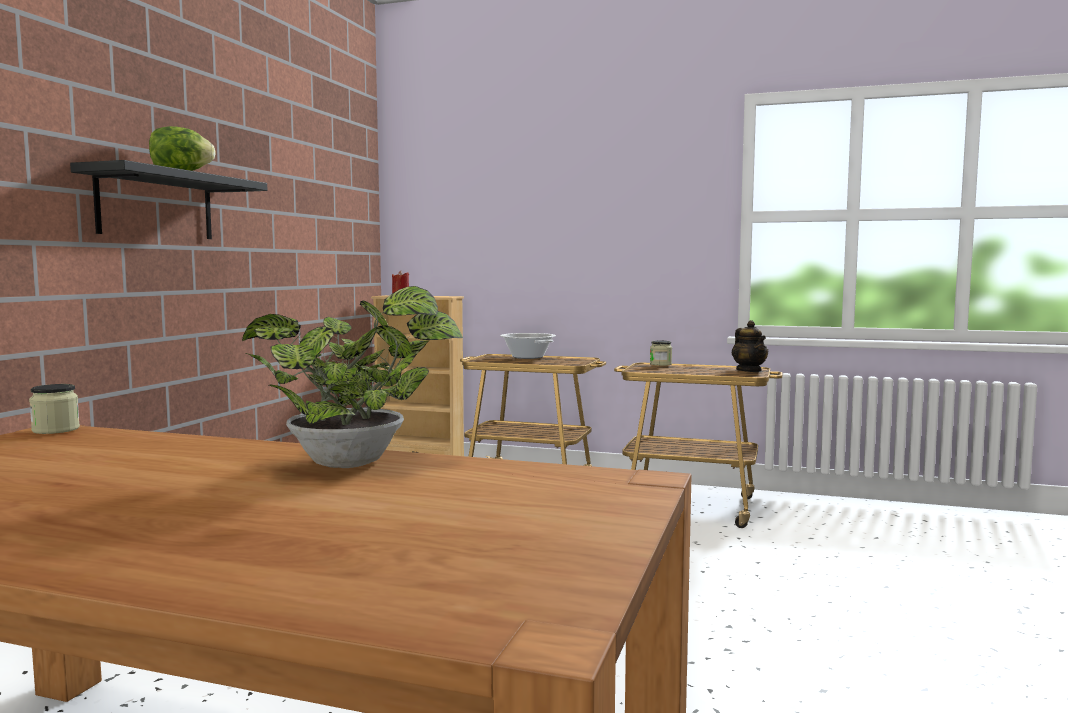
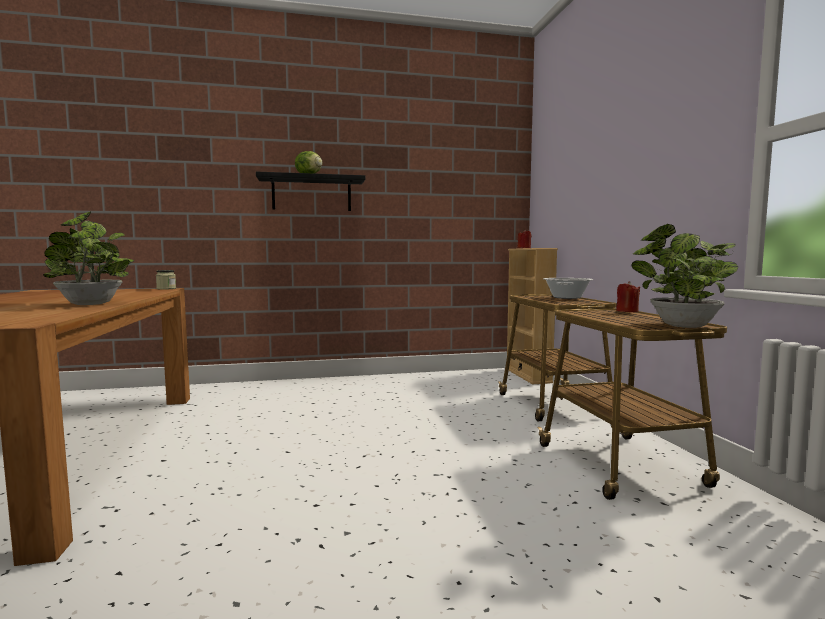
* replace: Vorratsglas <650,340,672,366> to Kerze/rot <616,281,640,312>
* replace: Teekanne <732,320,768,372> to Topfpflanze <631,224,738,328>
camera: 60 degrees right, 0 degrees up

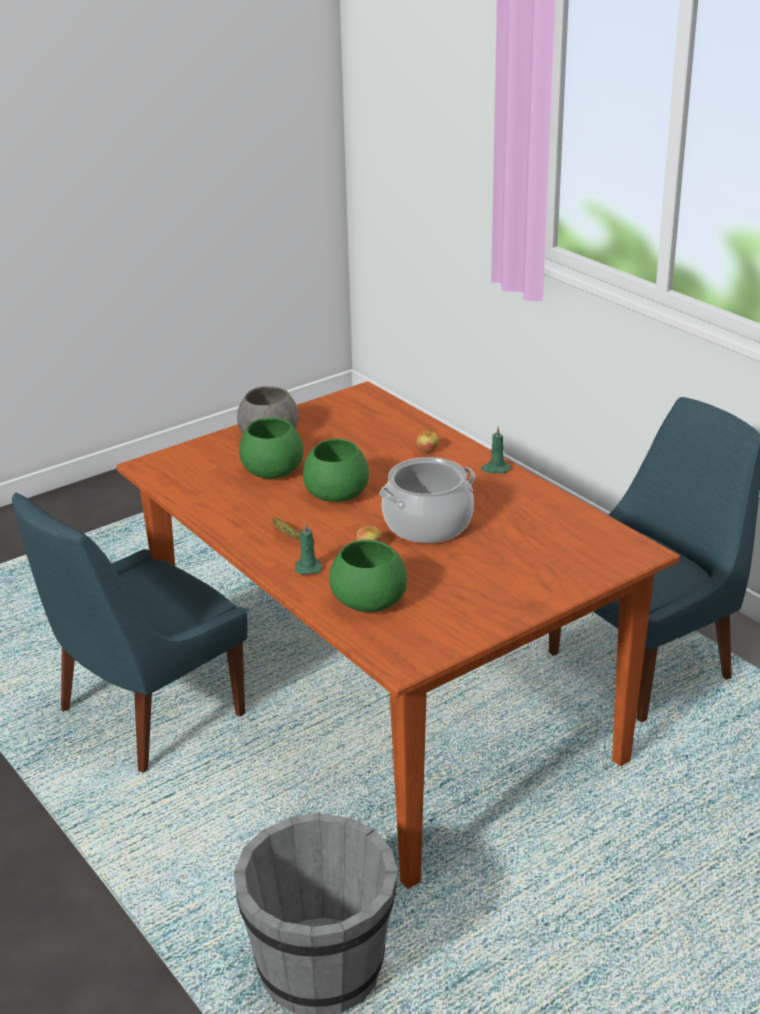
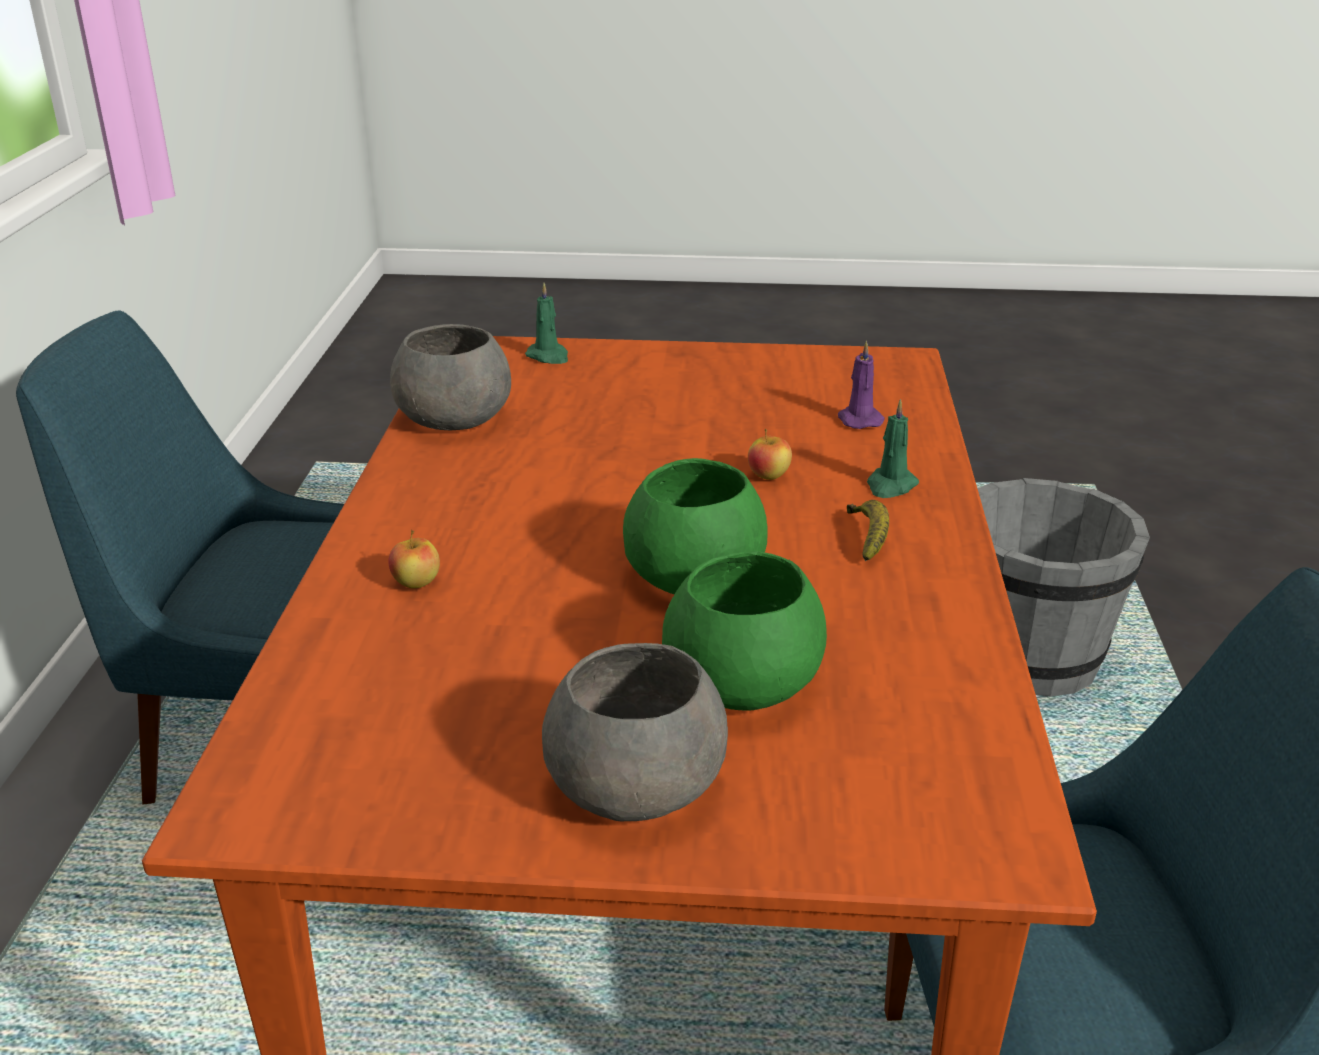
* replace: Schüssel/grün <329,540,407,612> to Kerze/lila <838,340,885,429>
* delete: Kochtopf <379,457,475,543>
* move: Kerze/grün <481,427,511,473> to <525,283,568,364>
* insert: Schüssel/grau <390,324,511,430>
camera: 140 degrees left, 0 degrees up

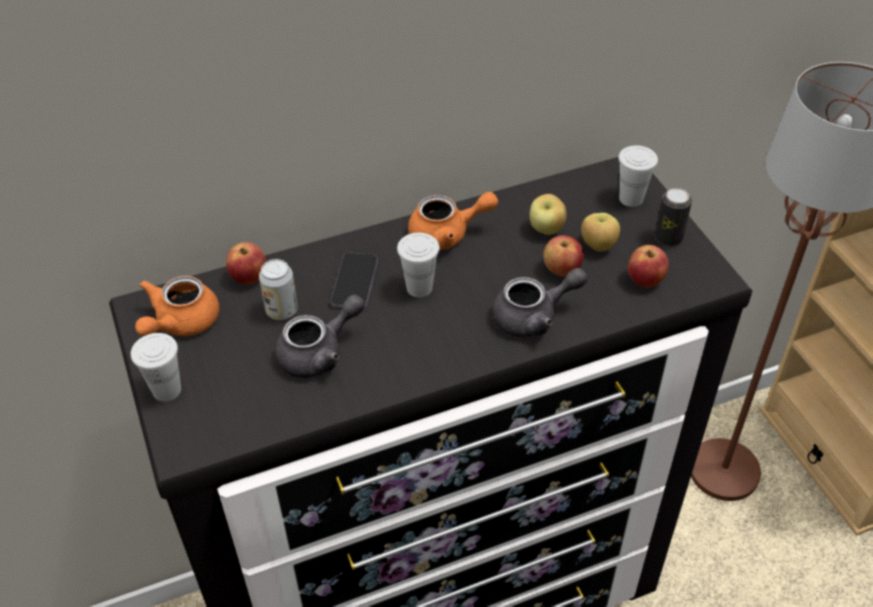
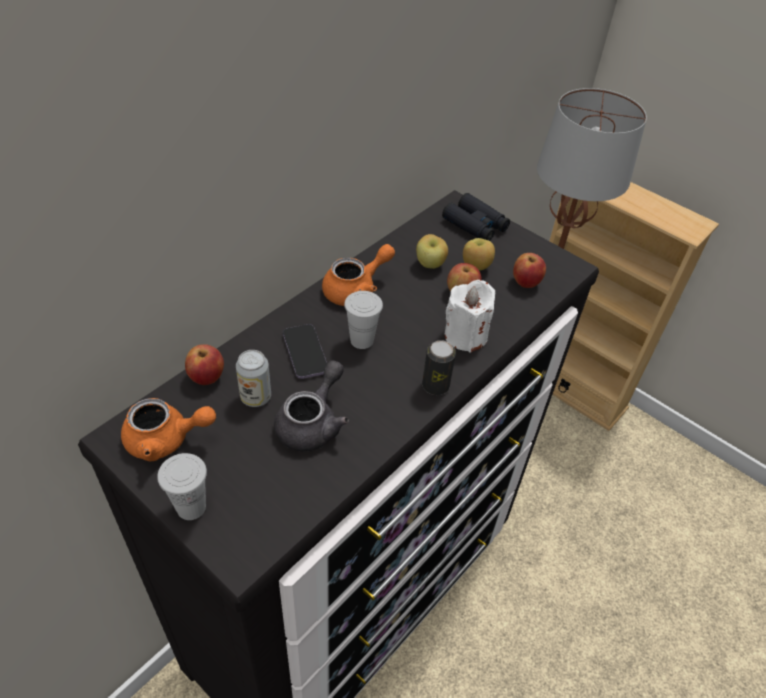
* rotate: Teekanne/orange <135,276,219,336> = <121,398,216,461> 90 degrees counterclockwise
* replace: Teekanne/grau <492,268,588,337> to Kerze/weiß <445,280,495,353>
* replace: Tasse/weiß <618,145,658,207> to Fernglas/schwarz <442,193,510,241>
* move: Dose <655,188,692,246> to <422,340,456,395>
camera: 30 degrees left, 0 degrees up

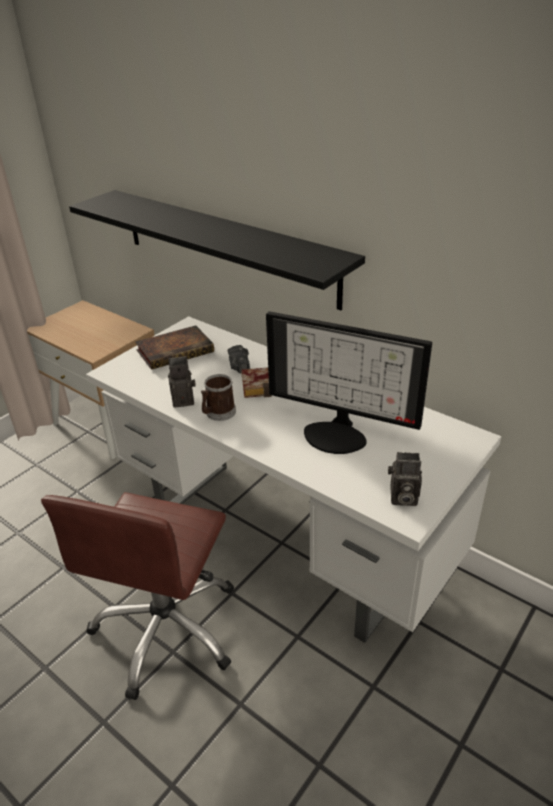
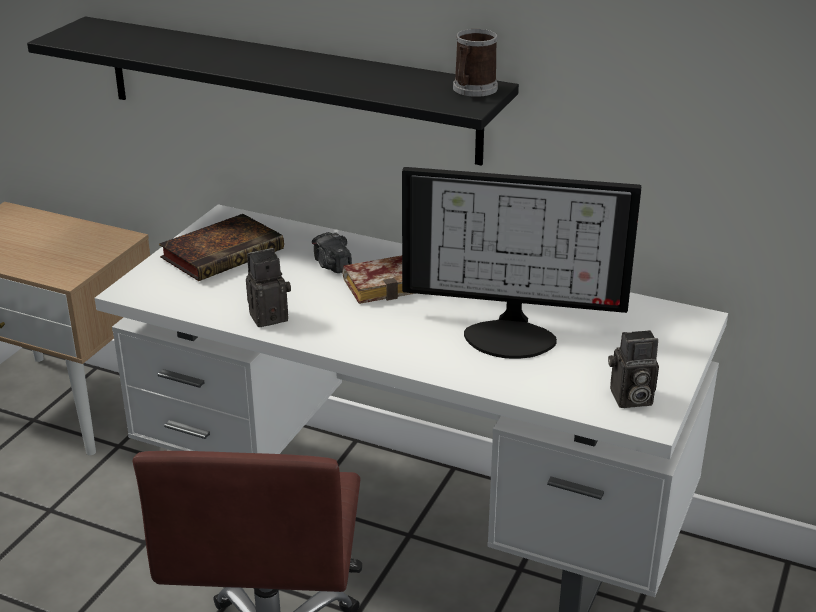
* move: Henkelbecher <201,374,236,421> to <453,29,498,97>
camera: 15 degrees left, 5 degrees down

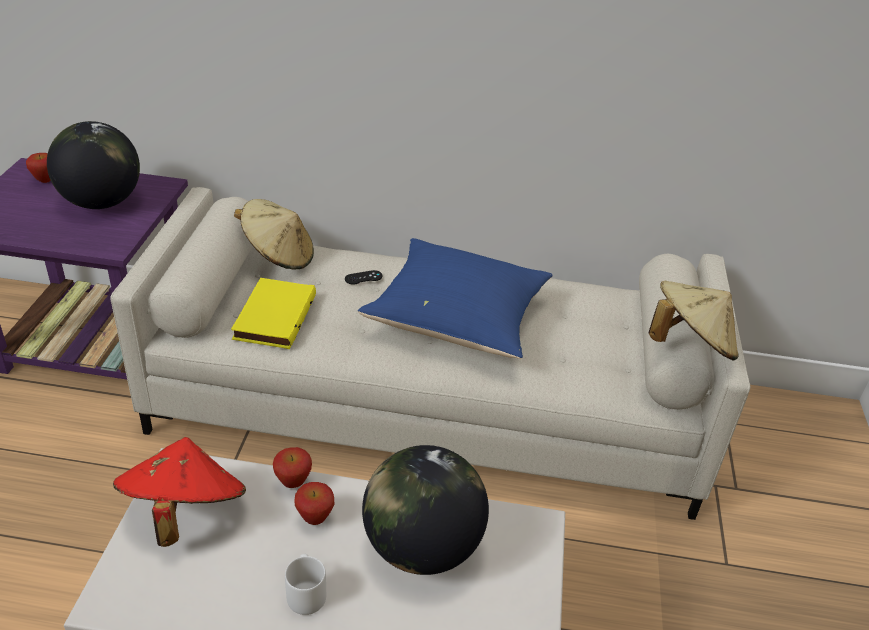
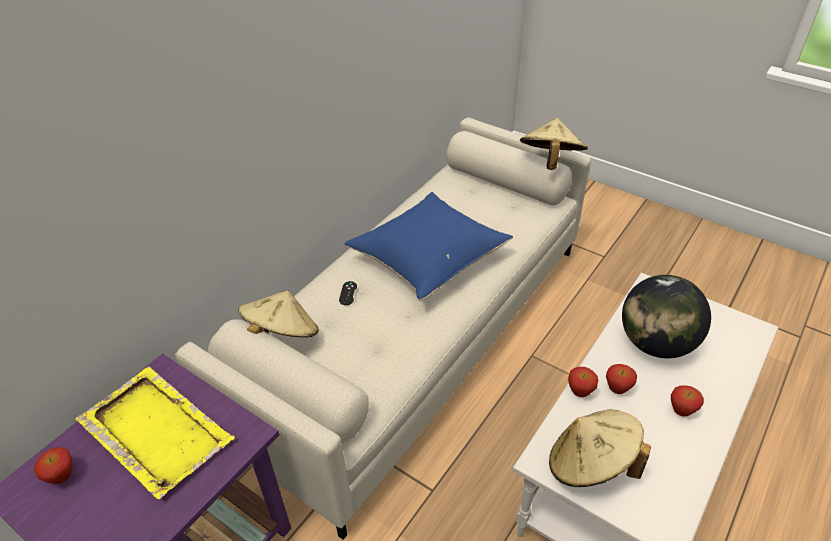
* replace: Globus <47,121,140,209> to Tablett/gelb <76,367,235,499>
* recolor: Hut/rot <113,437,246,547> to Hut/beige <549,409,651,487>
* delete: Buch/gelb <231,278,316,349>
* replace: Henkelbecher/weiß <285,554,326,615> to Apfel <671,385,704,417>
camera: 60 degrees left, 5 degrees up

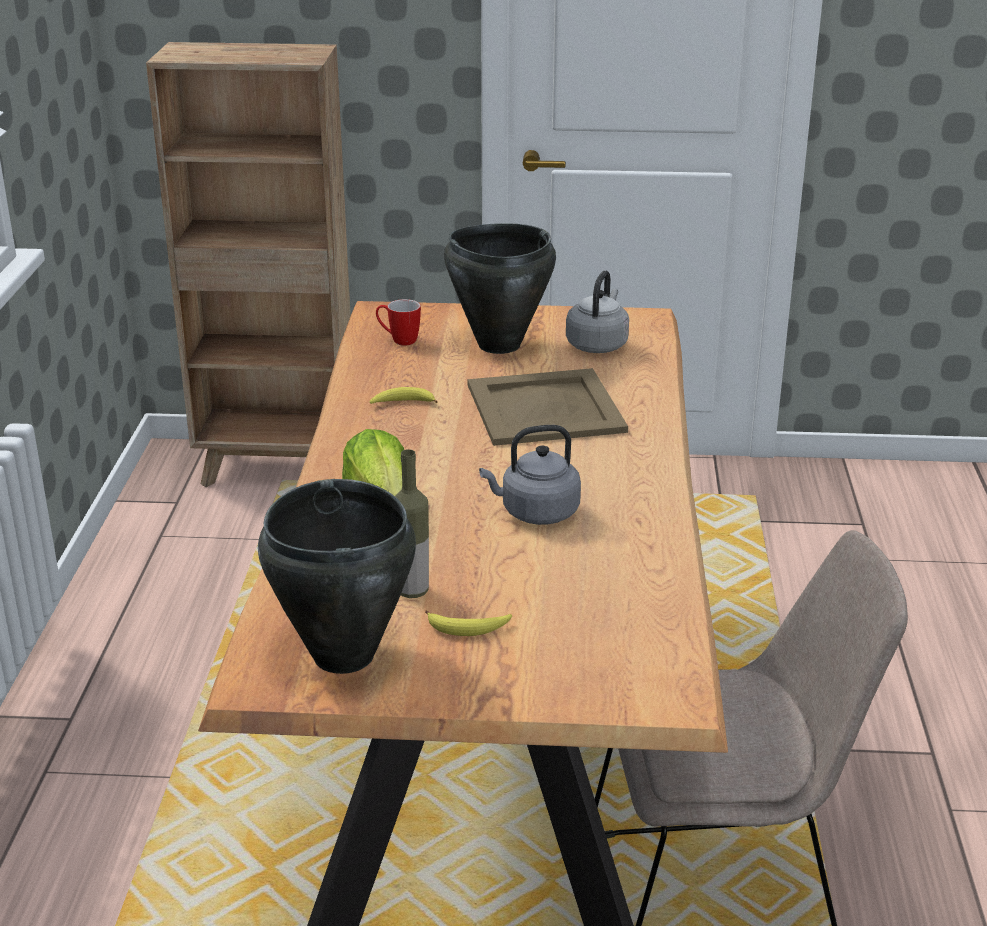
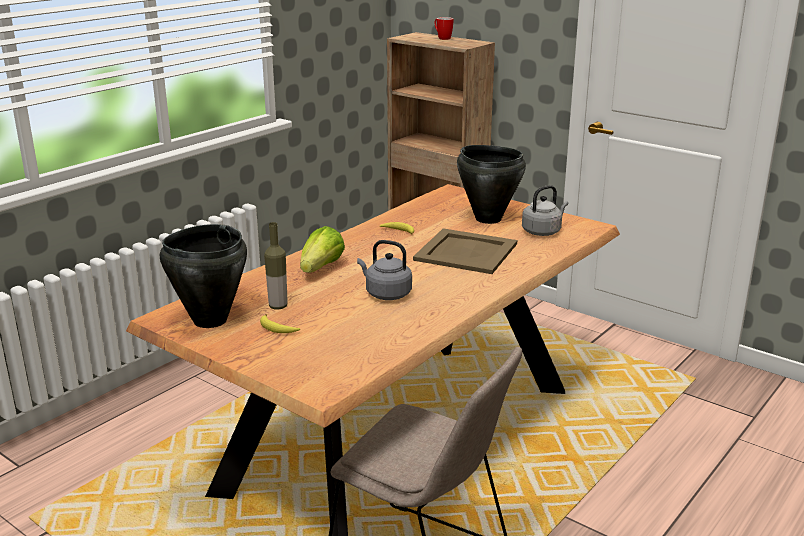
* move: Henkelbecher <376,299,421,346> to <435,17,454,40>
camera: 35 degrees right, 5 degrees down

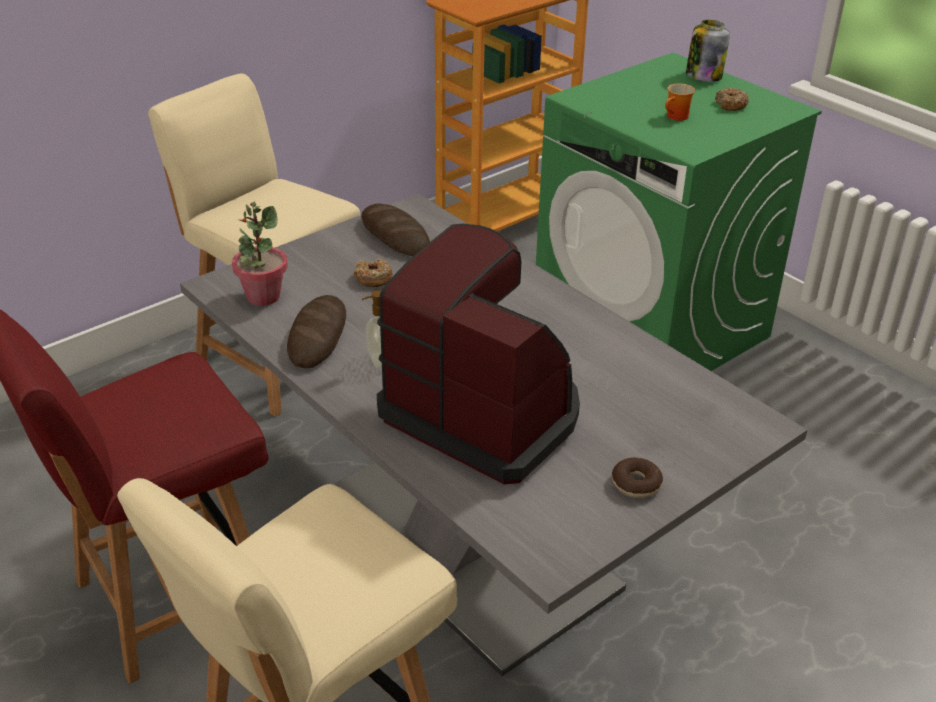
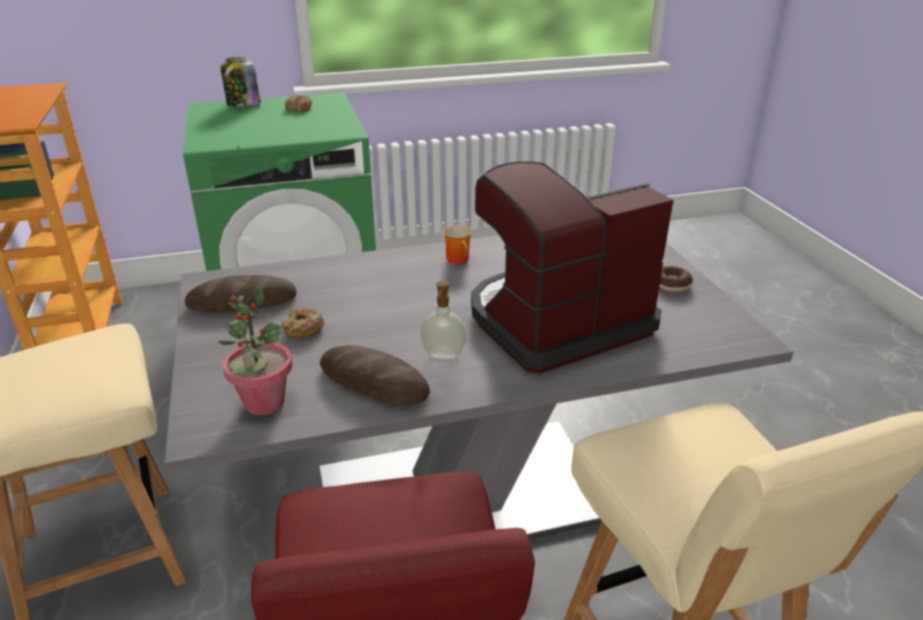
* move: Henkelbecher <665,83,695,121> to <443,225,472,264>
camera: 65 degrees left, 5 degrees down

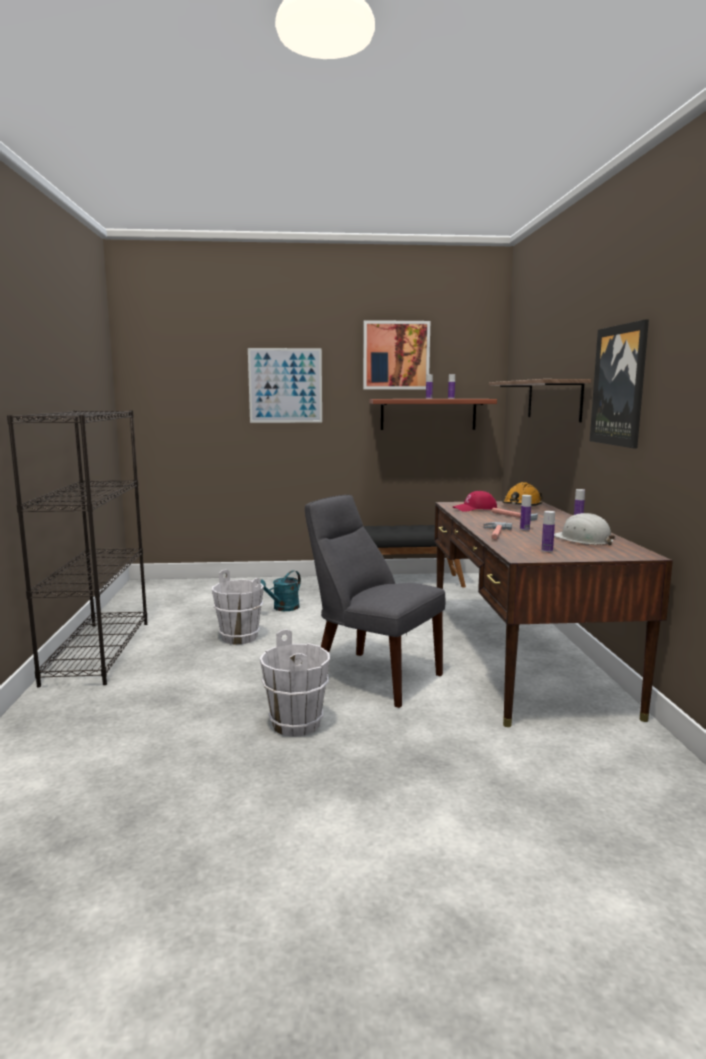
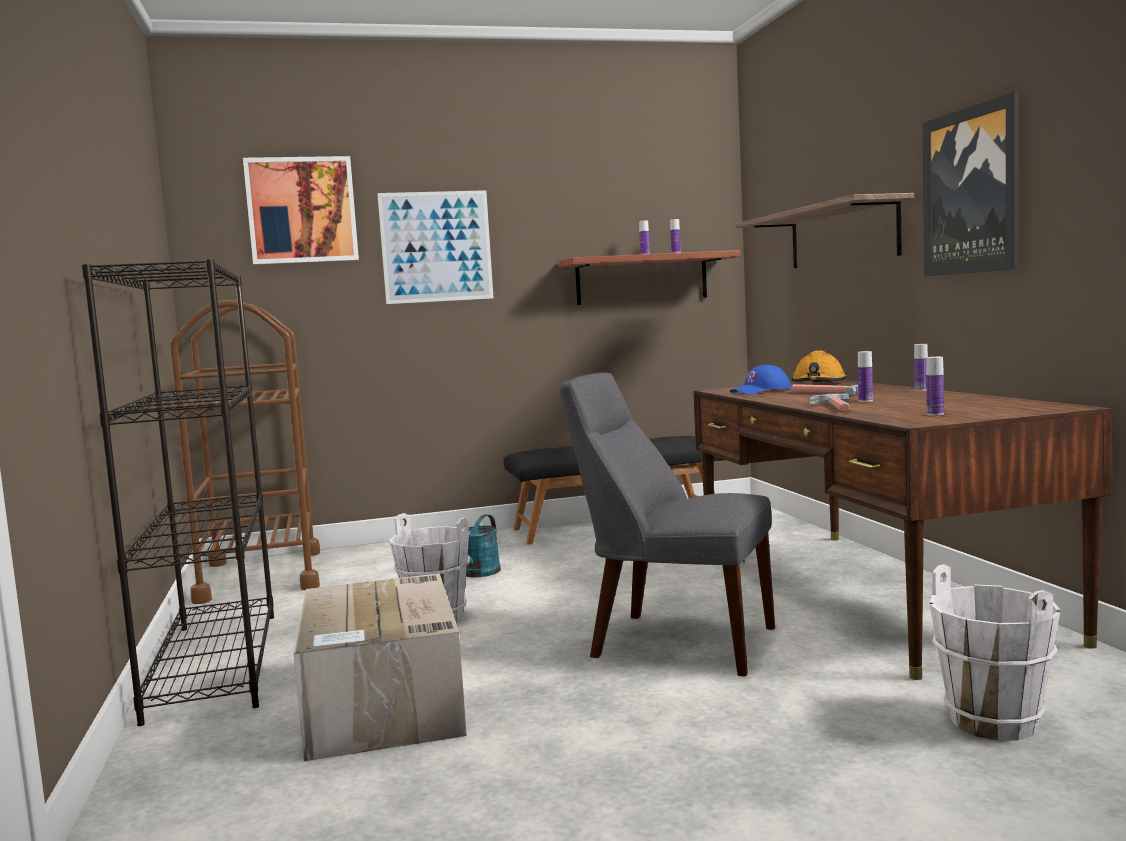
* move: Eimer/weiß <260,629,330,737> to <930,564,1061,740>
* move: Bild <363,320,430,389> to <243,156,359,265>
* recolor: Kappe/rot <453,491,497,512> to Kappe/blau <730,365,791,394>
* delete: Schutzhelm/weiß <554,513,616,546>
* insert: Rollwagen/braun <170,300,320,604>
* insert: Karton <293,573,467,761>
camera: 10 degrees left, 5 degrees down

